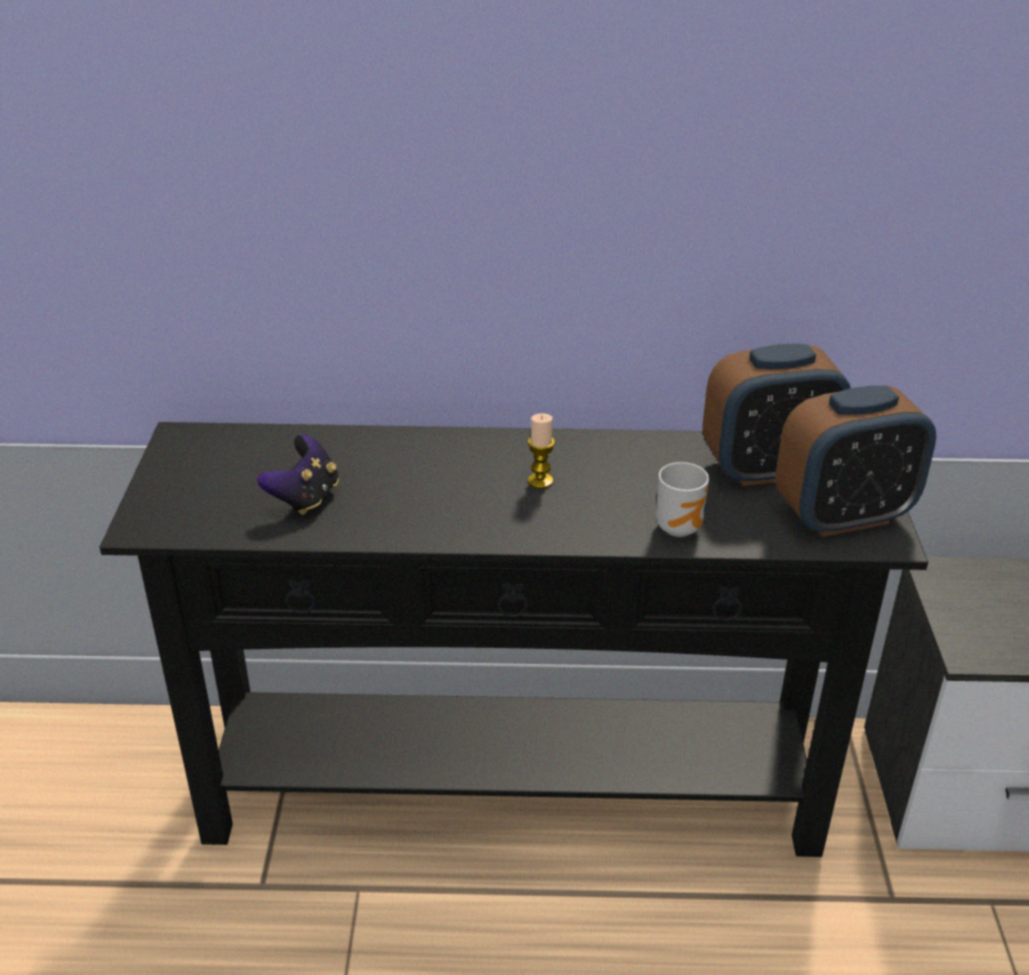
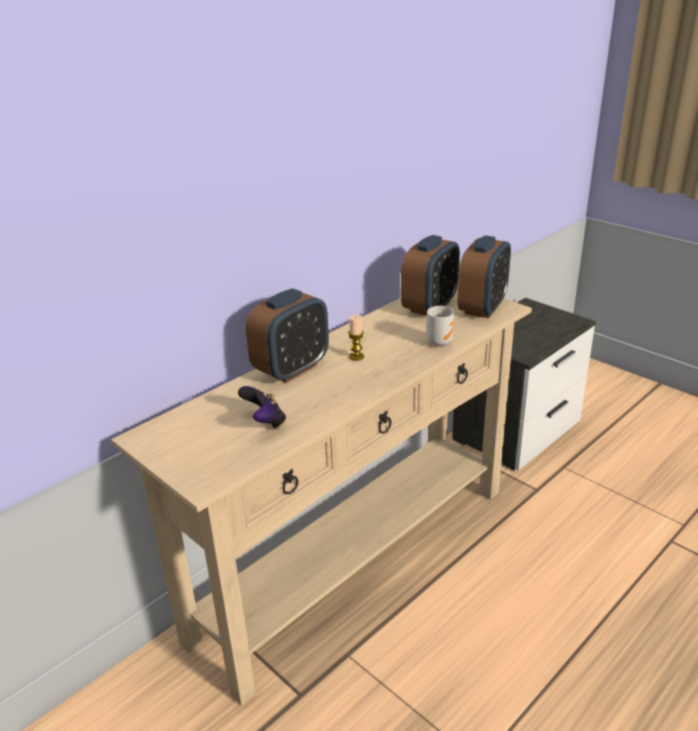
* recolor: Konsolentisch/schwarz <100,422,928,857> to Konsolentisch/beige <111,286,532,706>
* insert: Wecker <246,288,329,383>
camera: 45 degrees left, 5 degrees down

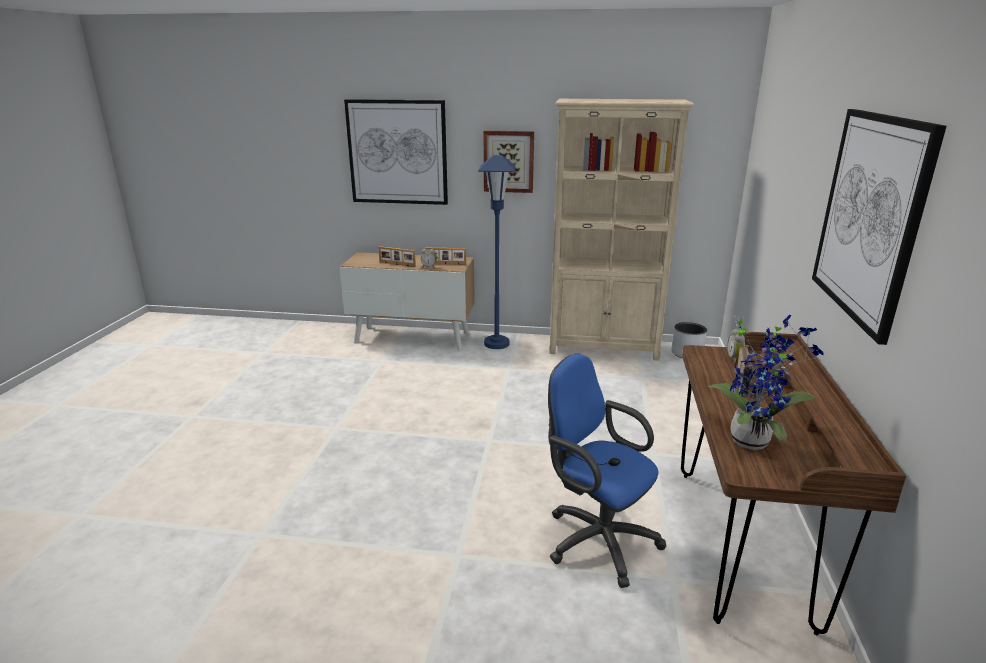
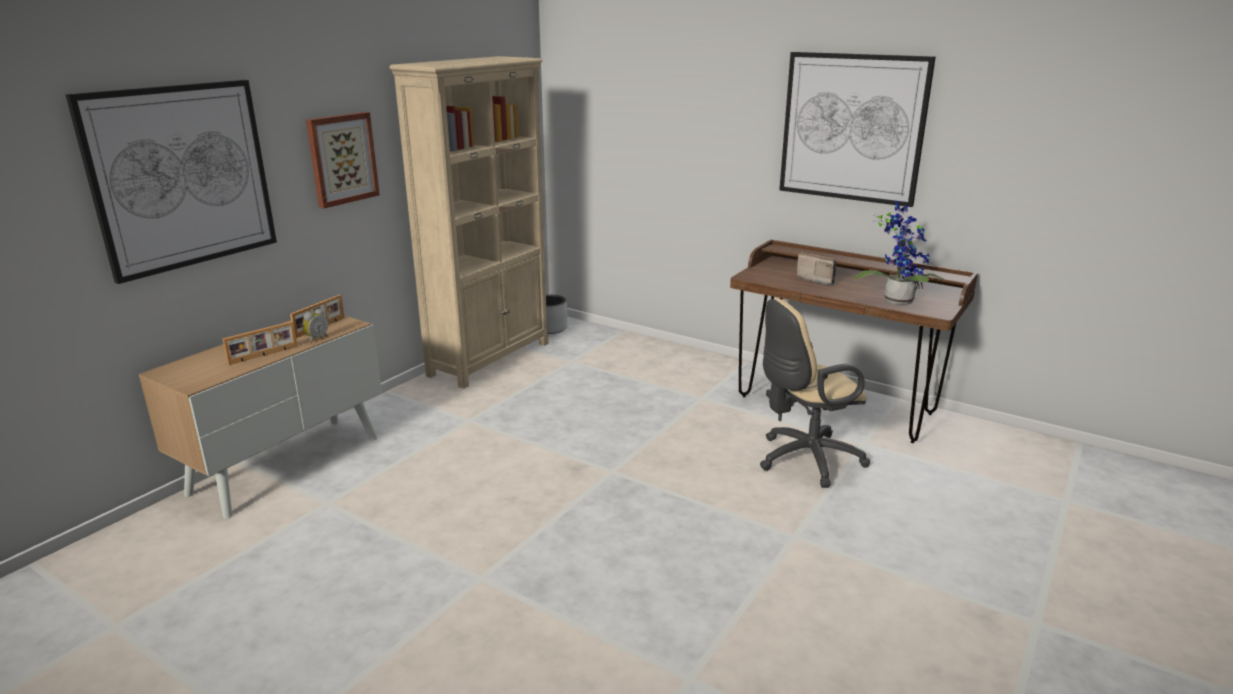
* delete: Stehlampe/blau <478,155,516,349>
* recolor: Bürostuhl/blau <548,353,666,588> to Bürostuhl/beige <760,298,870,488>
* delete: Wecker <727,329,745,363>
camera: 65 degrees left, 0 degrees up

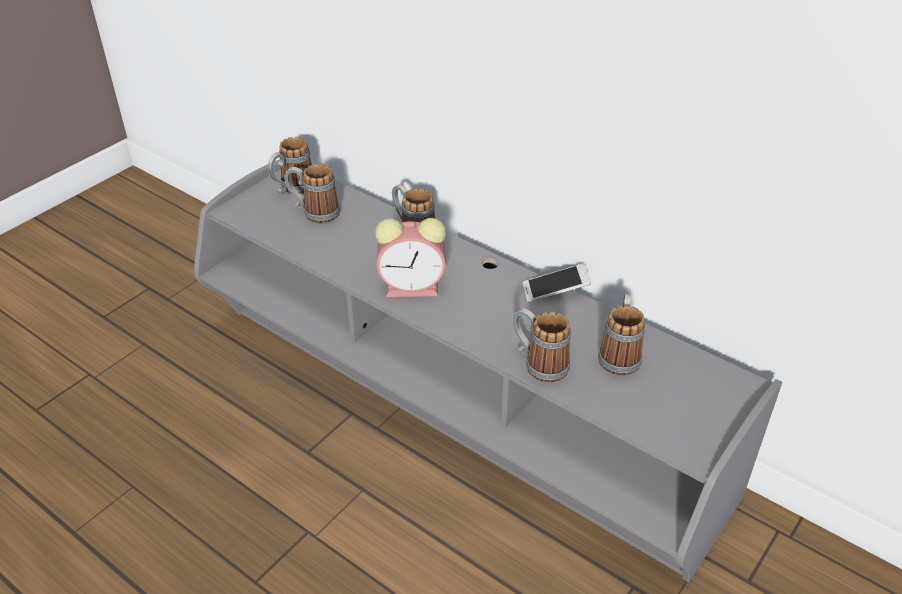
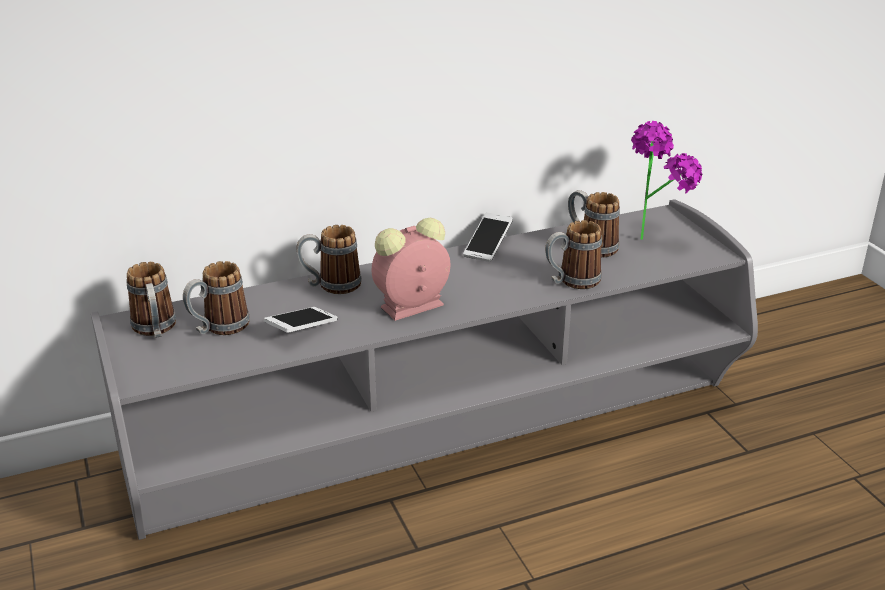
* rotate: Wecker <375,218,446,297> = <371,218,451,321> 150 degrees counterclockwise
* insert: Handy <264,307,338,333>
* insert: Topfpflanze <631,121,702,240>
camera: 60 degrees left, 10 degrees down

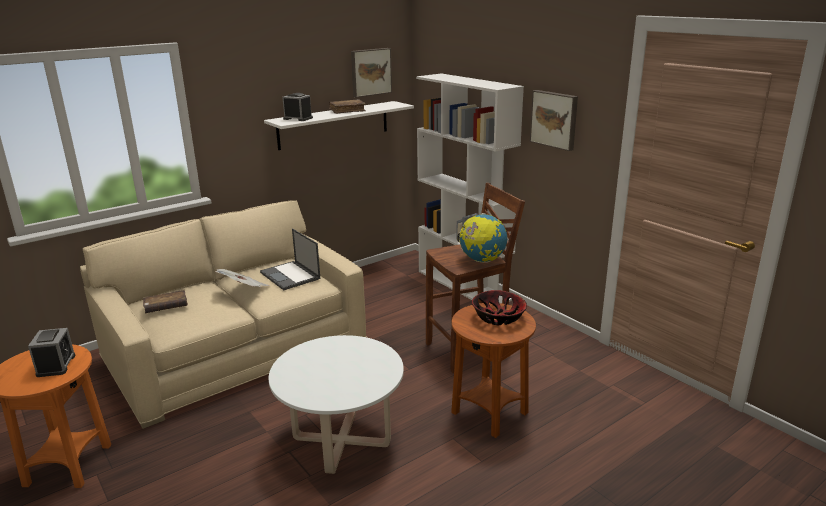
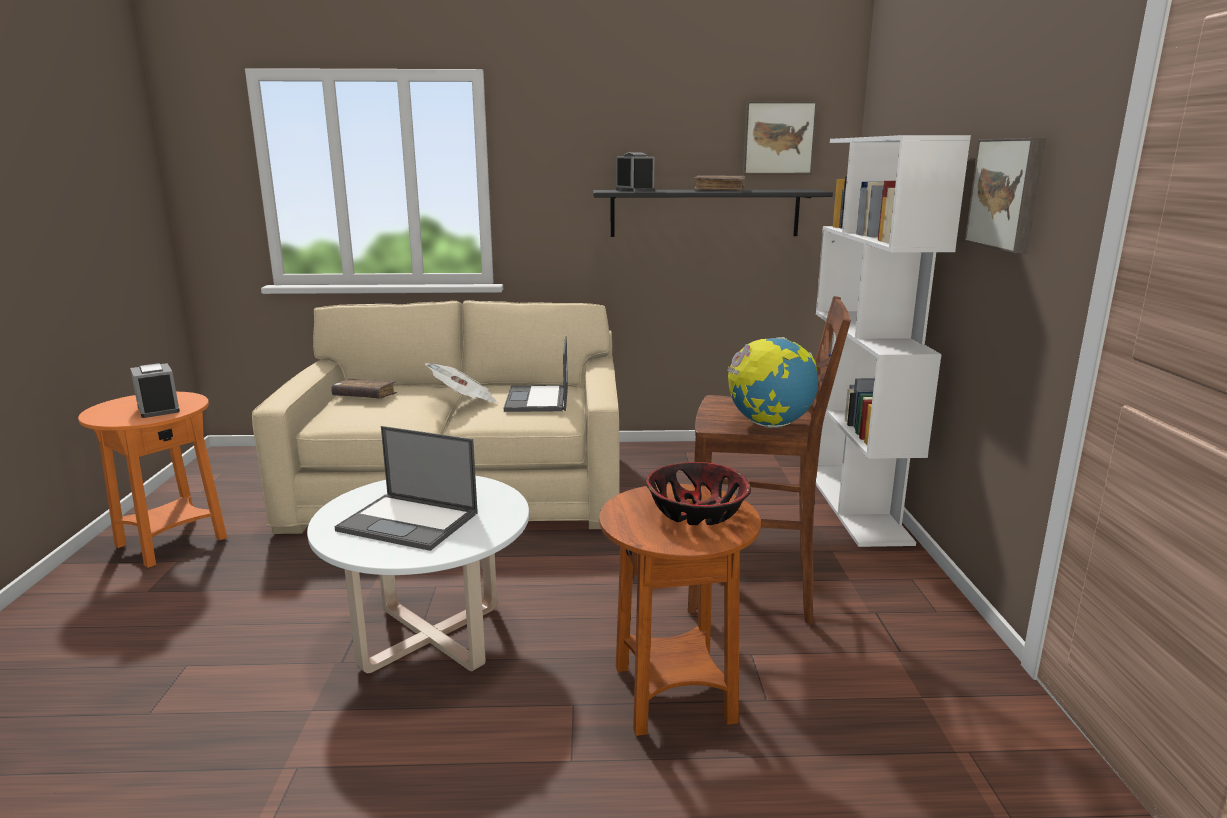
* rotate: Wecker <28,328,75,377> = <130,363,180,418> 120 degrees clockwise
* recolor: Wandregal/weiß <264,101,414,150> to Wandregal/schwarz <593,190,833,237>
* insert: Laptop <335,426,478,551>
camera: 35 degrees right, 5 degrees down

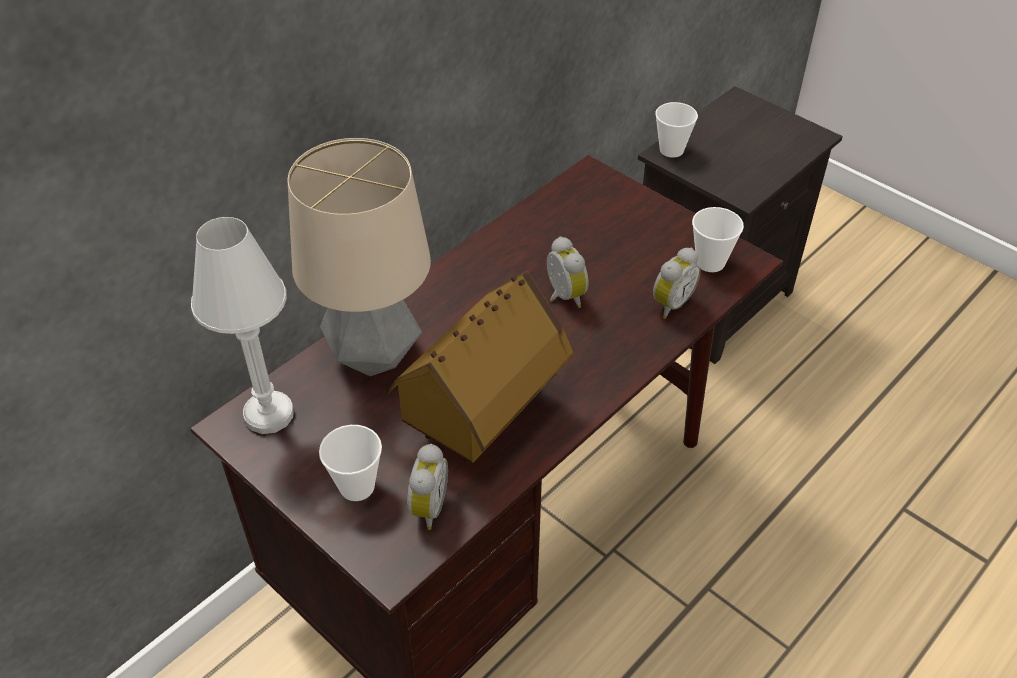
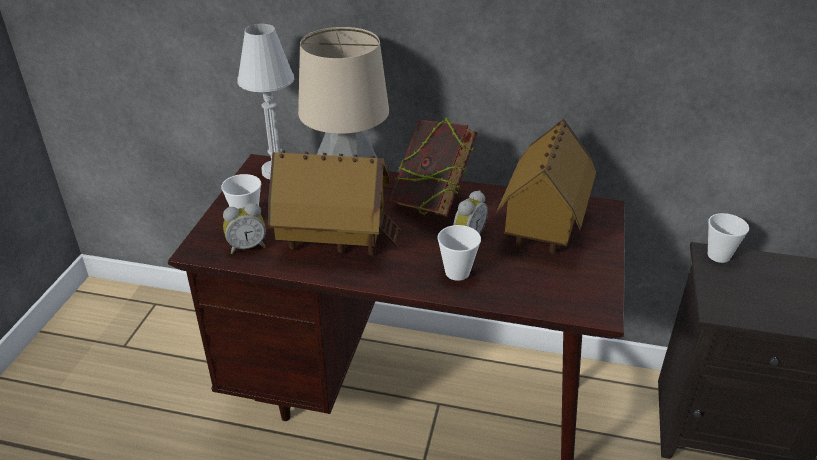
* delete: Wecker <653,248,701,319>
* move: Tasse <692,207,744,272> to <437,225,481,281>
* insert: Buch <389,118,478,217>
* insert: Spielzeughaus <496,119,596,254>
camera: 60 degrees right, 10 degrees down

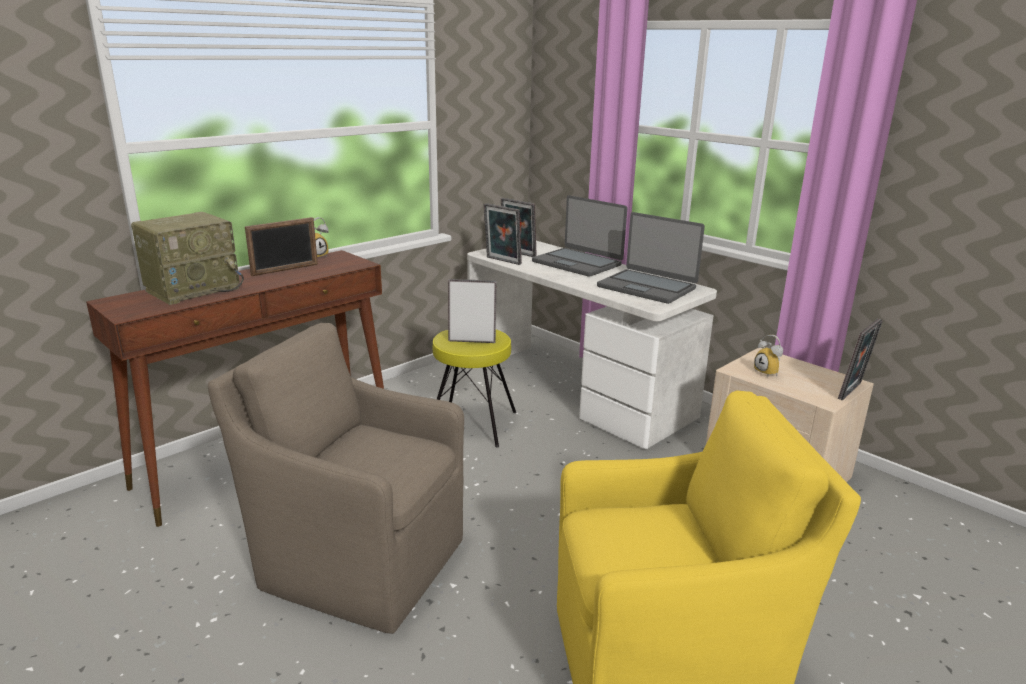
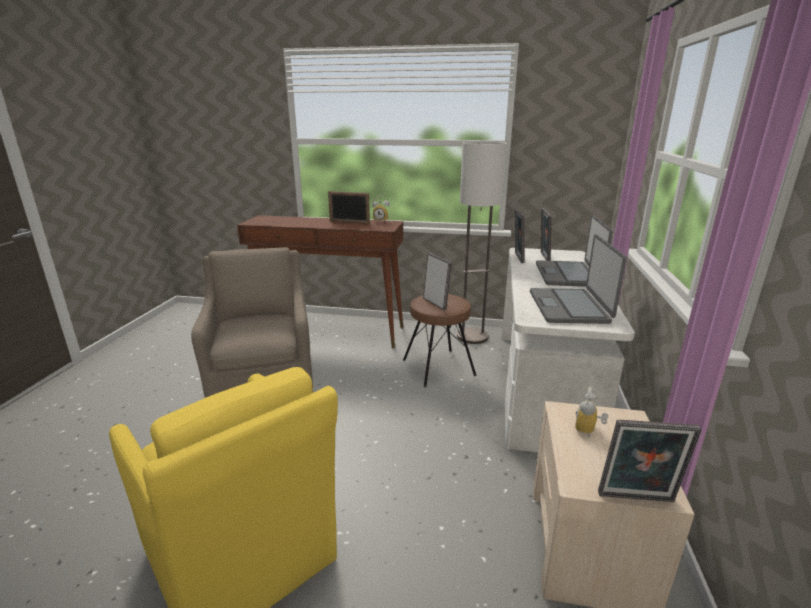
* delete: Radio <131,212,244,305>
* recolor: Hocker/gelb <432,330,516,448> to Hocker/braun <403,294,476,387>
* insert: Stehlampe <457,141,507,344>
camera: 55 degrees right, 0 degrees up

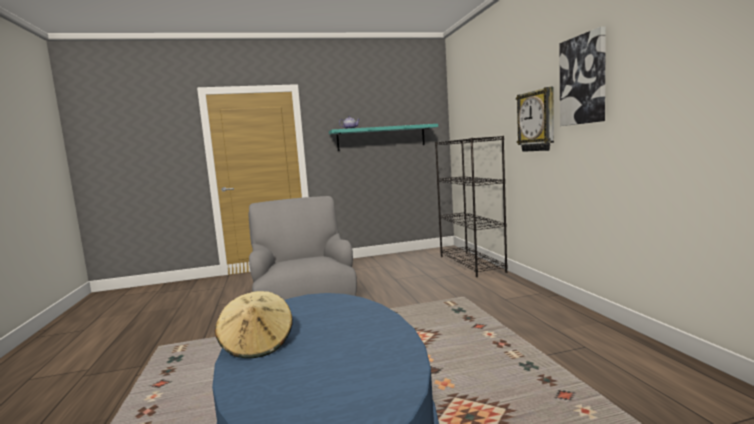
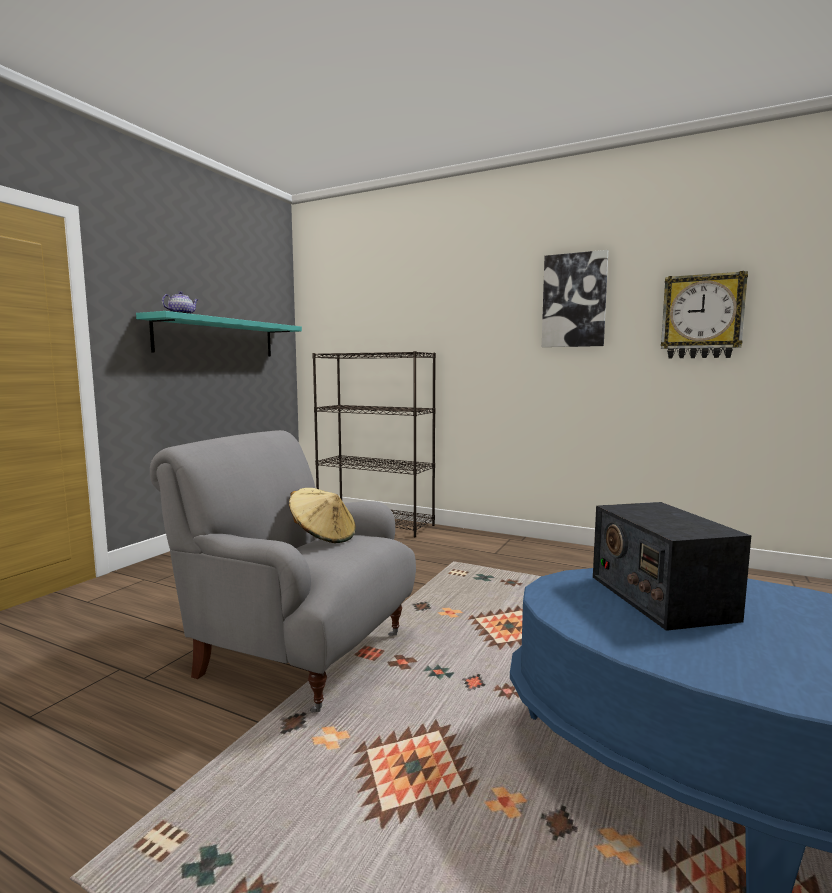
* move: Hut/beige <215,291,293,358> to <289,488,356,543>
* move: Wanduhr <516,87,554,152> to <661,271,748,358>
* insert: Radio <593,502,751,631>
camera: 50 degrees left, 0 degrees up

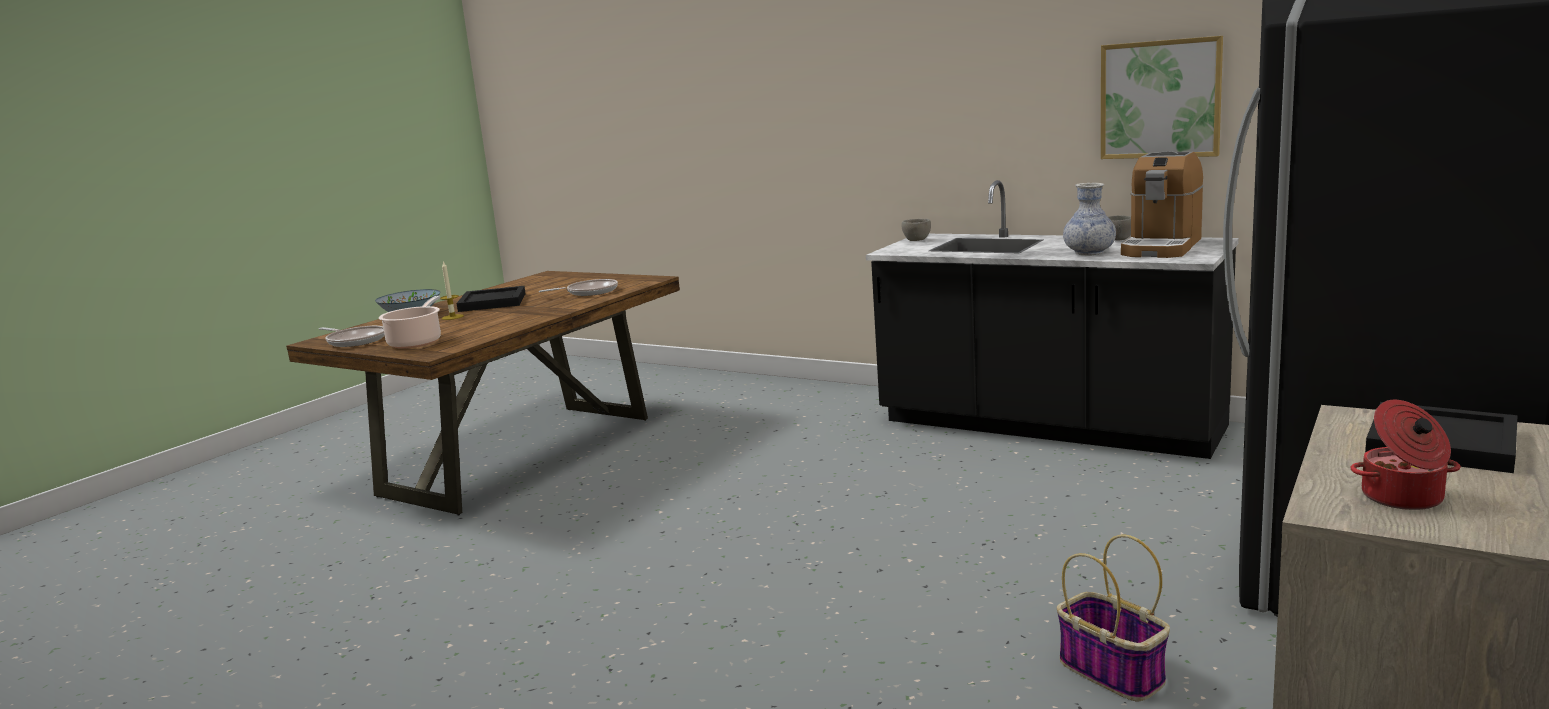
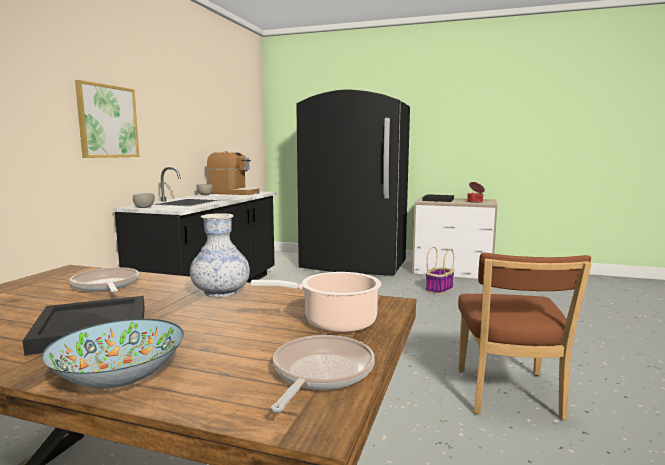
* delete: Kerze <440,261,464,320>
* move: Vase <1063,183,1116,255> to <190,213,250,297>
* move: Bild <1101,36,1223,159> to <75,80,139,158>
* insert: Stuhl/braun <458,253,592,420>
camera: 105 degrees left, 5 degrees down

